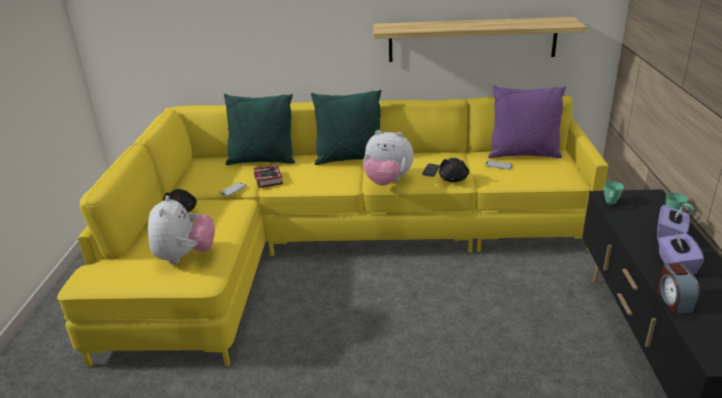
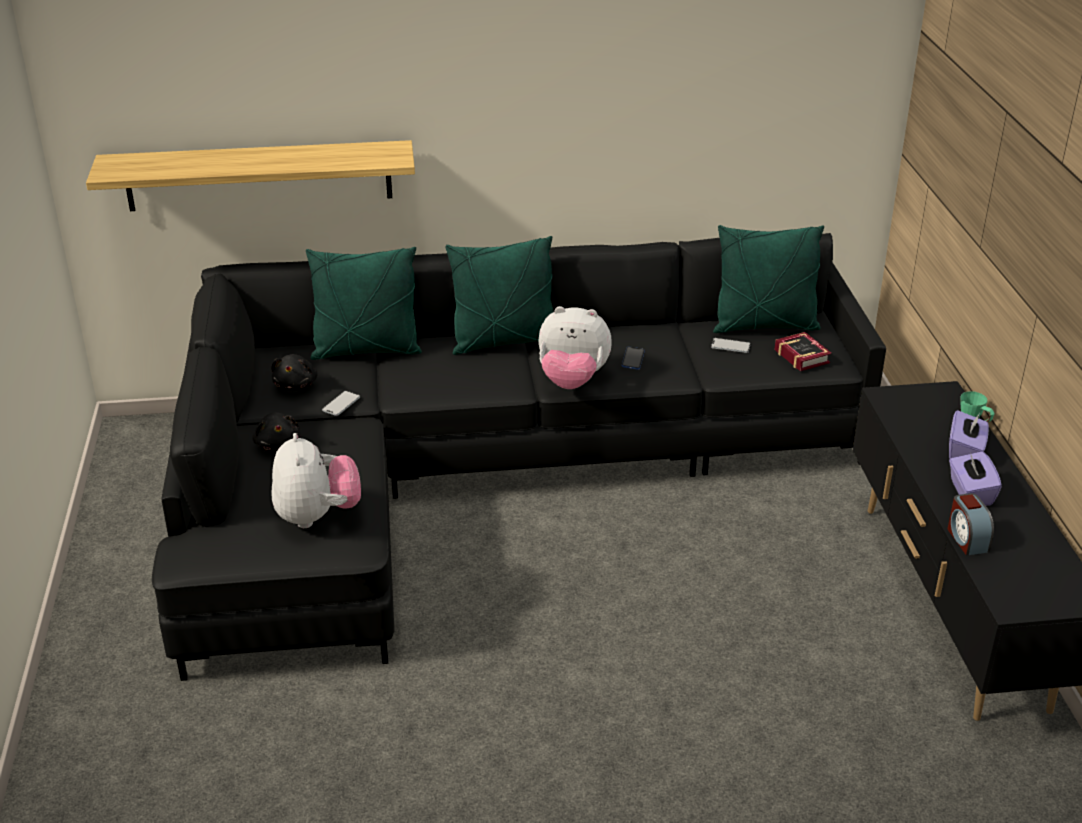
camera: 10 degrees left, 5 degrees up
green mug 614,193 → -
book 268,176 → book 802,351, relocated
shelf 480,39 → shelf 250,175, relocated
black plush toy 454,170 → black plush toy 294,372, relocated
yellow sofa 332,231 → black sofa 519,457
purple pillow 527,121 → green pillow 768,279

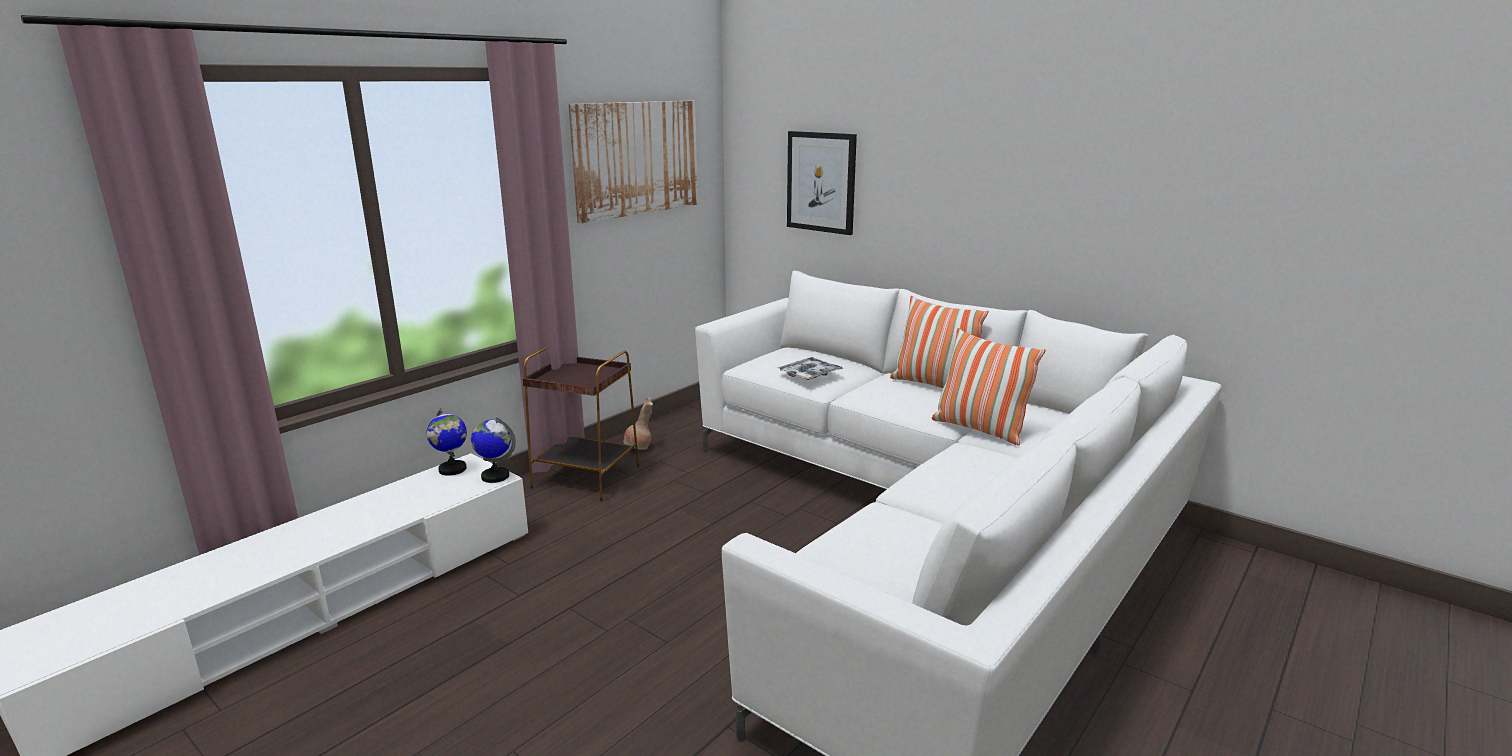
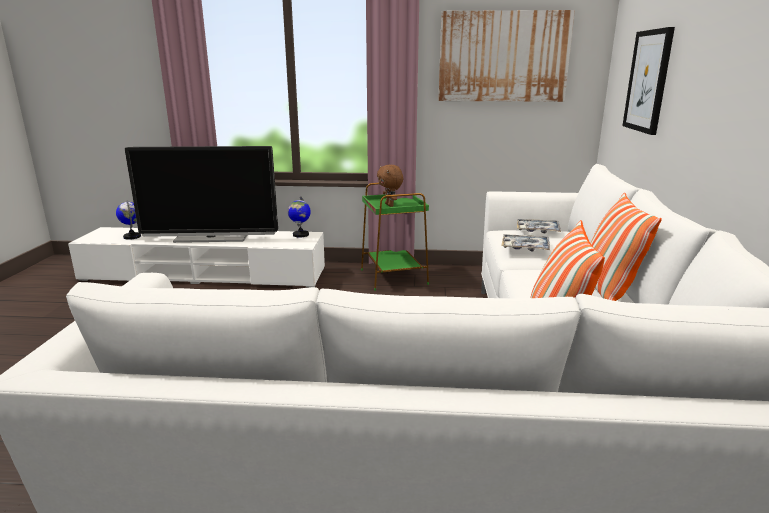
camera: 55 degrees right, 0 degrees up
brown vase 638,423 → -
- → television 201,194
- → brown plush toy 390,186
- → tray 539,226
globe 493,450 → globe 128,220, relocated
brown side table 581,424 → green side table 395,237

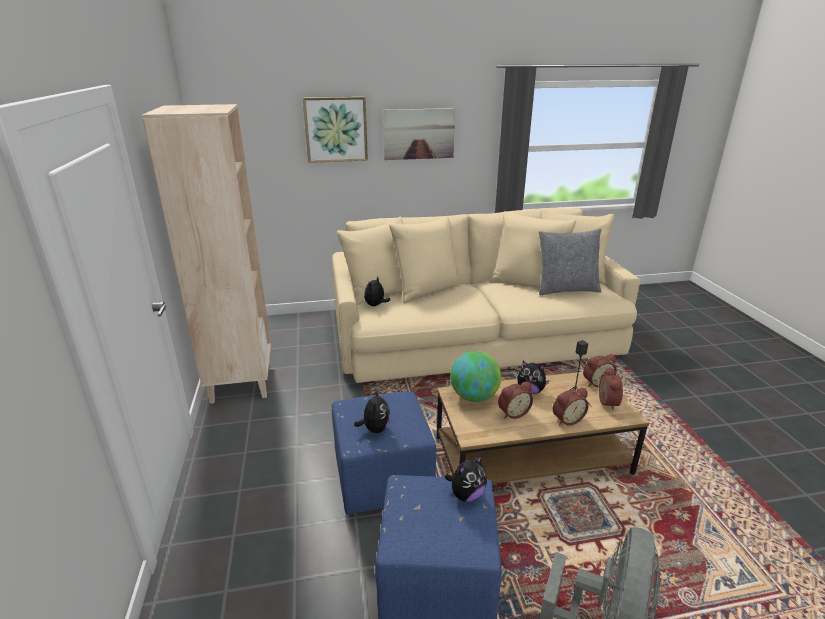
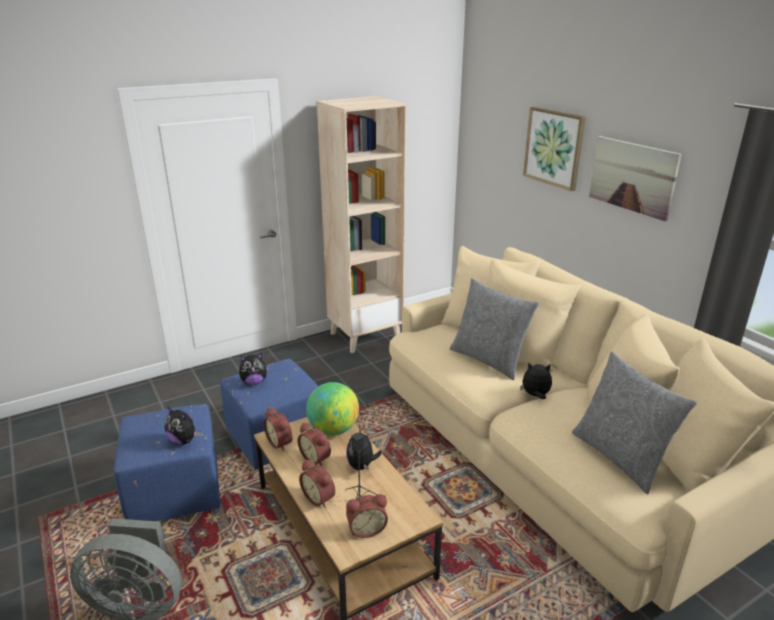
camera: 70 degrees right, 0 degrees up
- → grey pillow 494,329
plush toy 377,291 → plush toy 536,380, relocated
alarm clock 600,370 → alarm clock 278,429, relocated

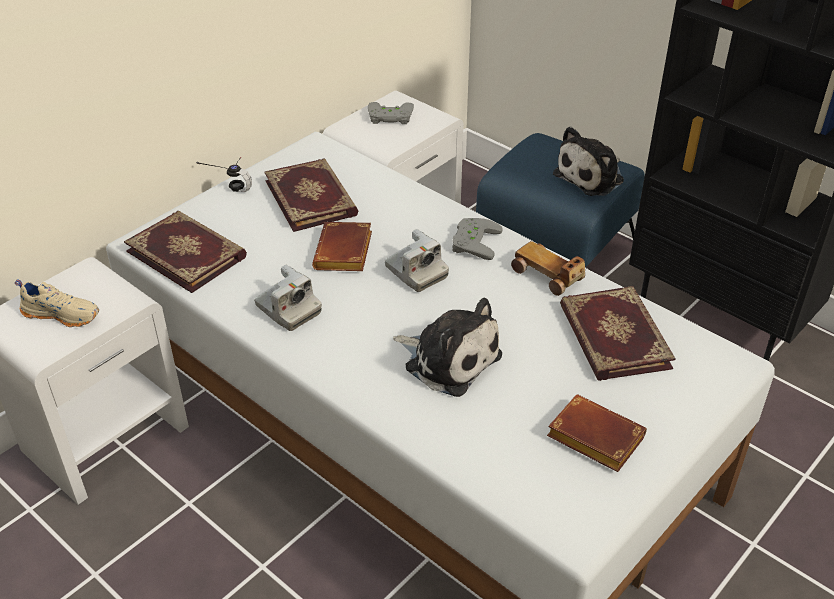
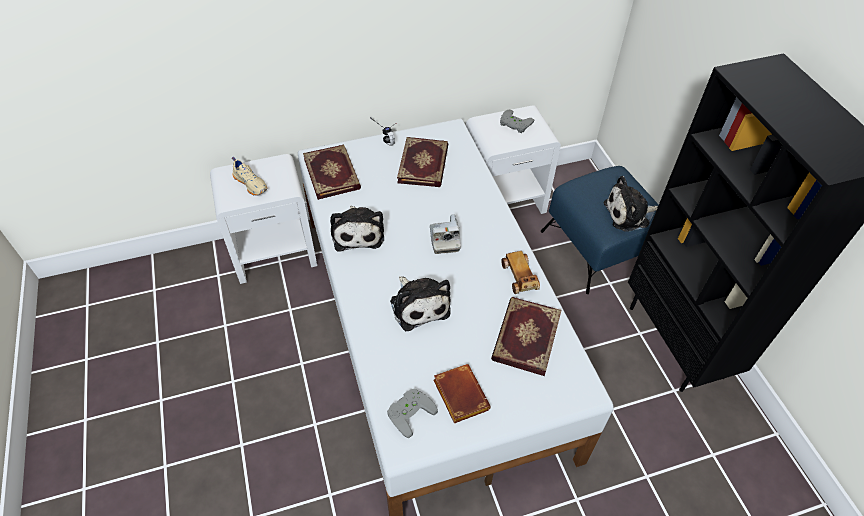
camera: 30 degrees right, 10 degrees up
brown book 342,246 → -
grey game controller 477,239 → grey game controller 412,413, relocated
photo camera 288,298 → plush toy 357,228

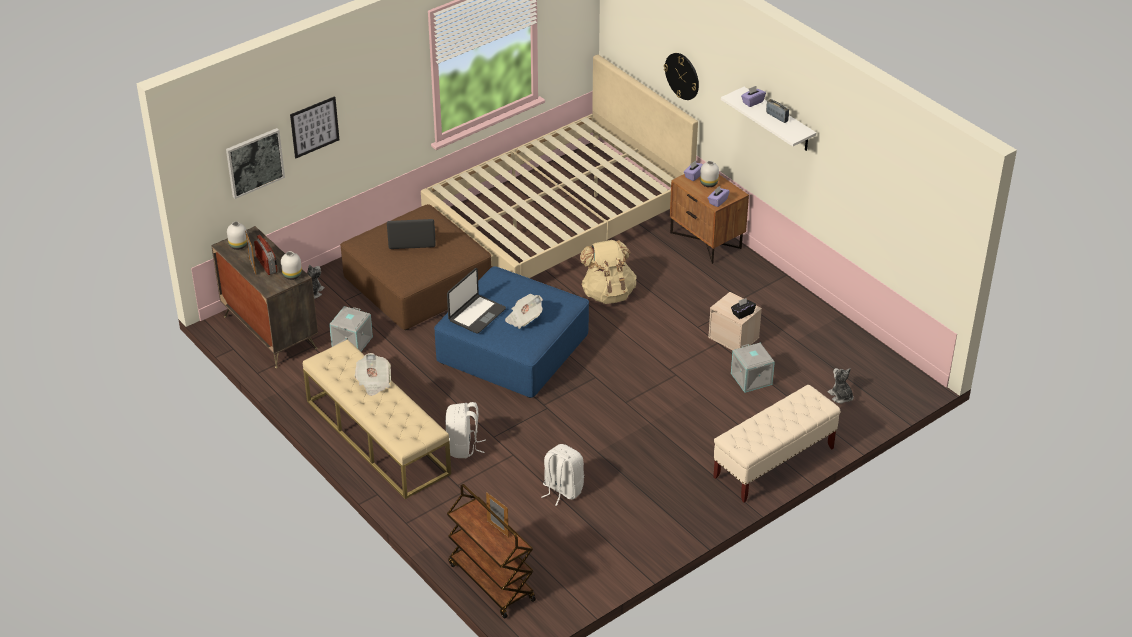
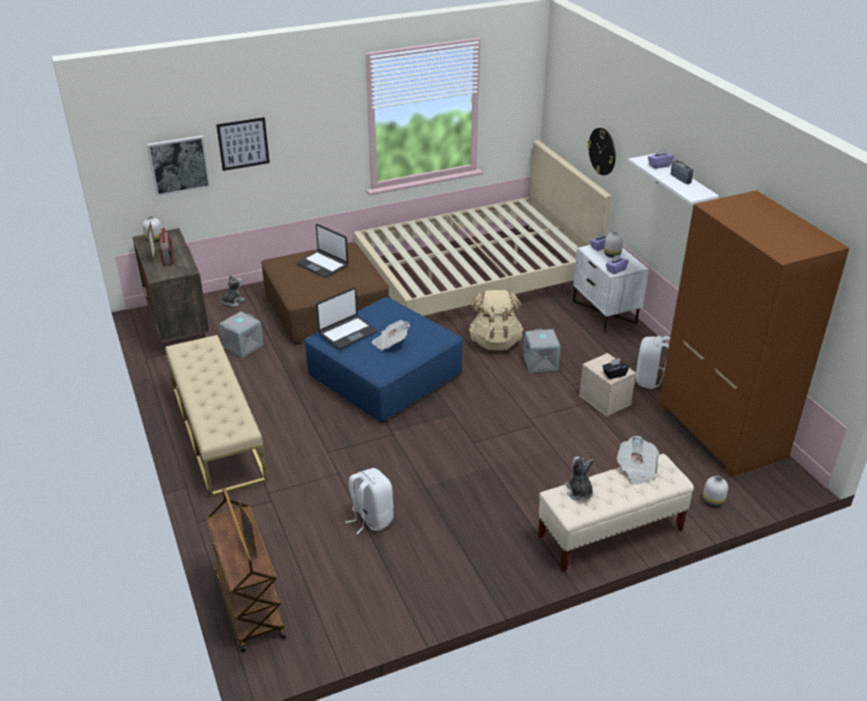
camera: 15 degrees right, 5 degrees down
- → brown wardrobe 754,333
white vase 291,265 → white vase 715,491, relocated
newspaper 372,374 → newspaper 637,460, relocated
white backpack 465,430 → white backpack 653,362, relocated
grey storage box 753,368 → grey storage box 542,350, relocated
plush toy 841,385 → plush toy 579,478, relocated
brown nightstand 709,219 → white nightstand 611,288
laptop 411,234 → laptop 322,251, 150 degrees counterclockwise

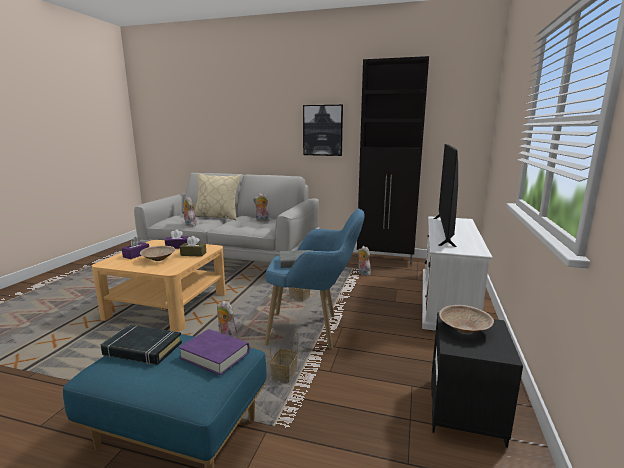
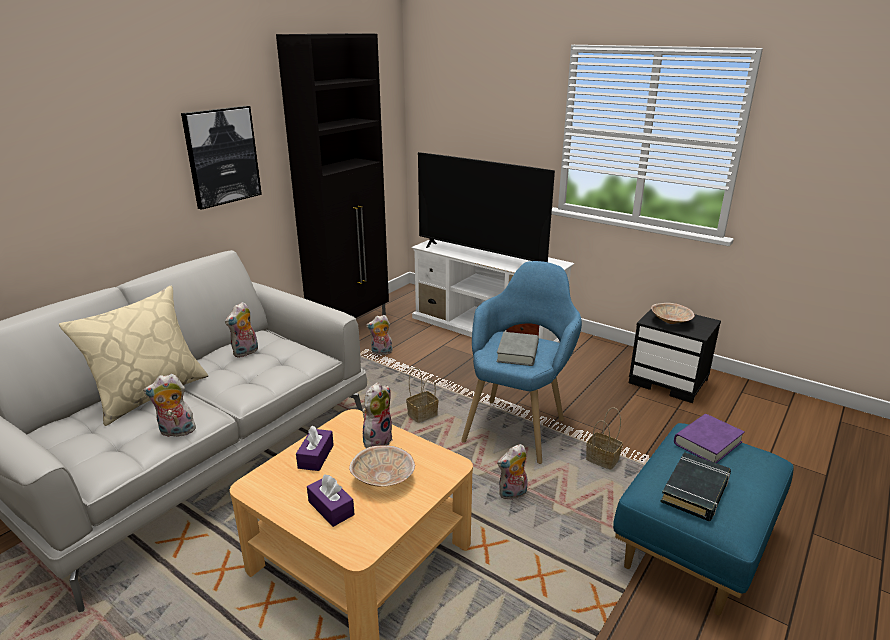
camera: 70 degrees left, 10 degrees up
brown tissue box 193,246 → plush toy 377,415

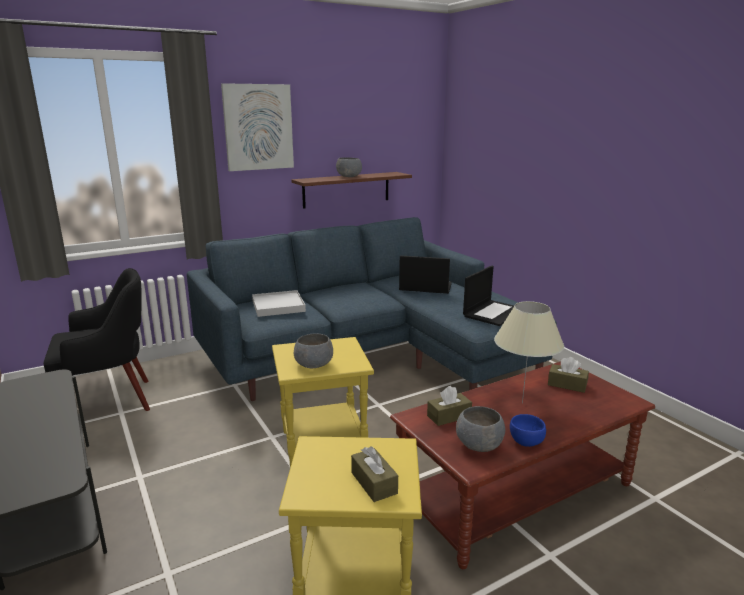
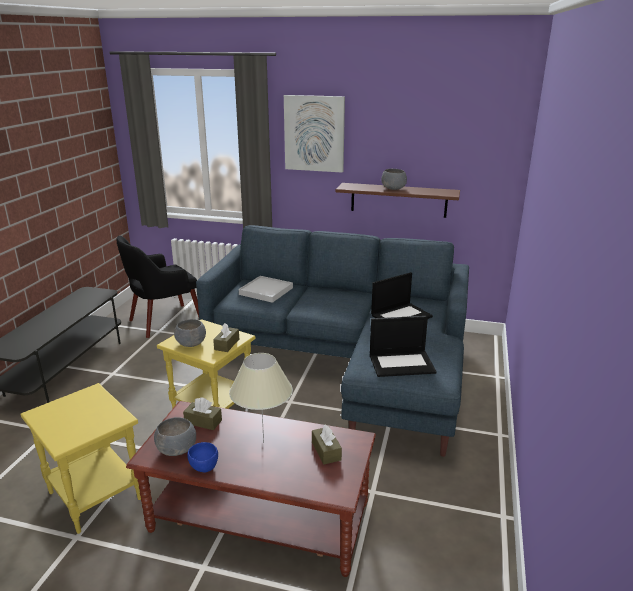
camera: 45 degrees right, 5 degrees up
brown tissue box 374,474 → brown tissue box 226,337, relocated
black armchair 96,339 → black armchair 157,287, 120 degrees clockwise
laptop 425,275 → laptop 402,295, 90 degrees clockwise

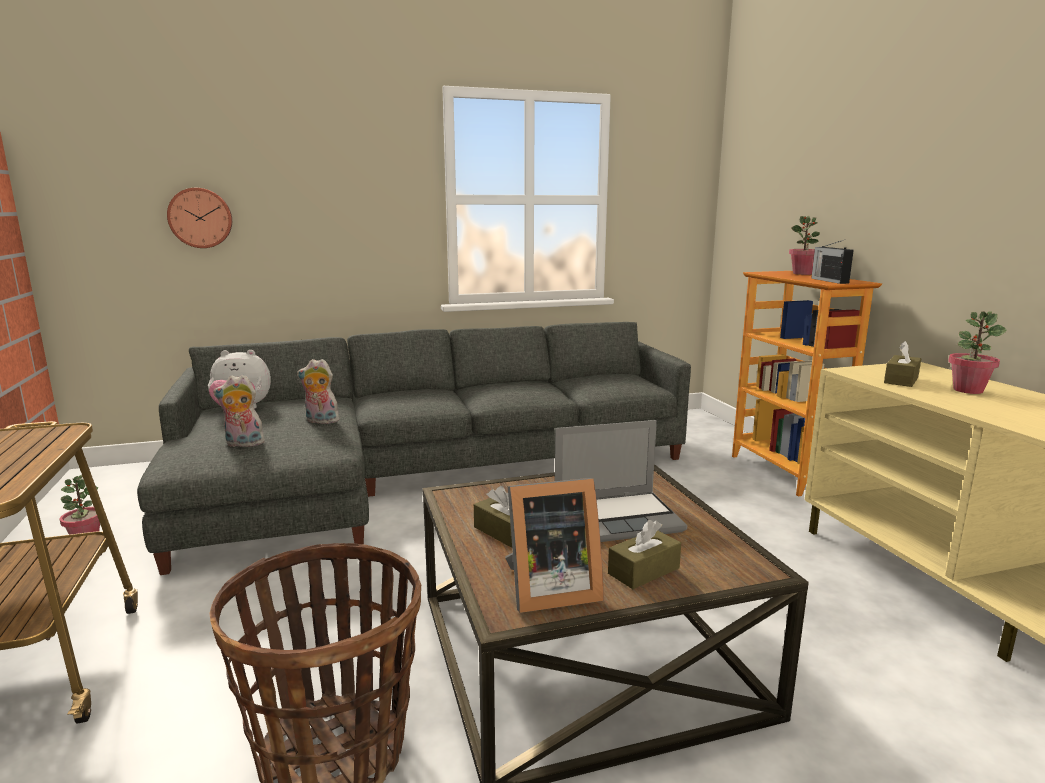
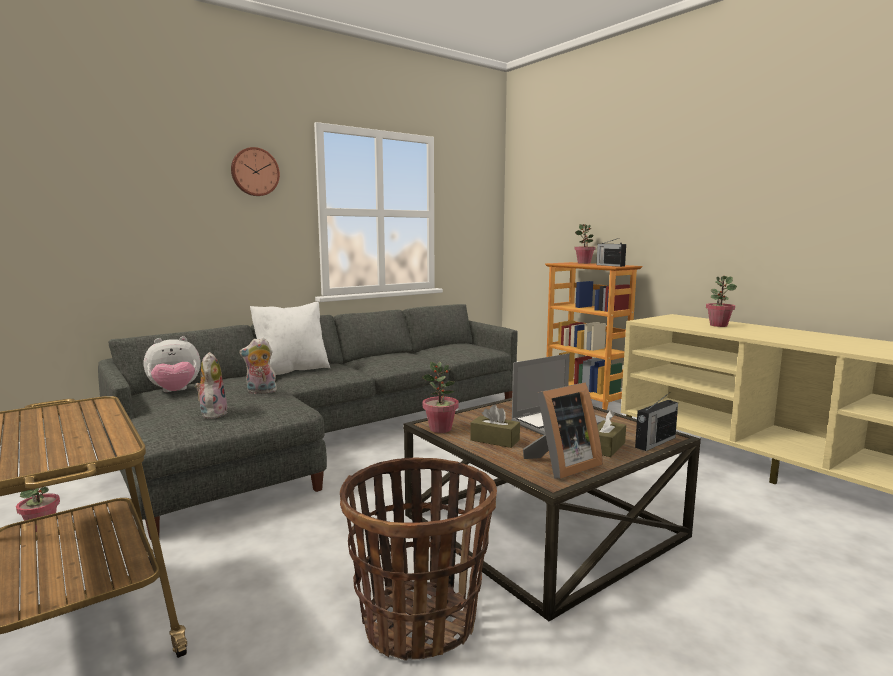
camera: 20 degrees left, 5 degrees down
brown tissue box 902,364 → -
- → white pillow 290,338
- → potted plant 440,397
- → radio 656,422
wall clock 199,218 → wall clock 255,171, relocated
plush toy 239,411 → plush toy 211,385, 105 degrees clockwise

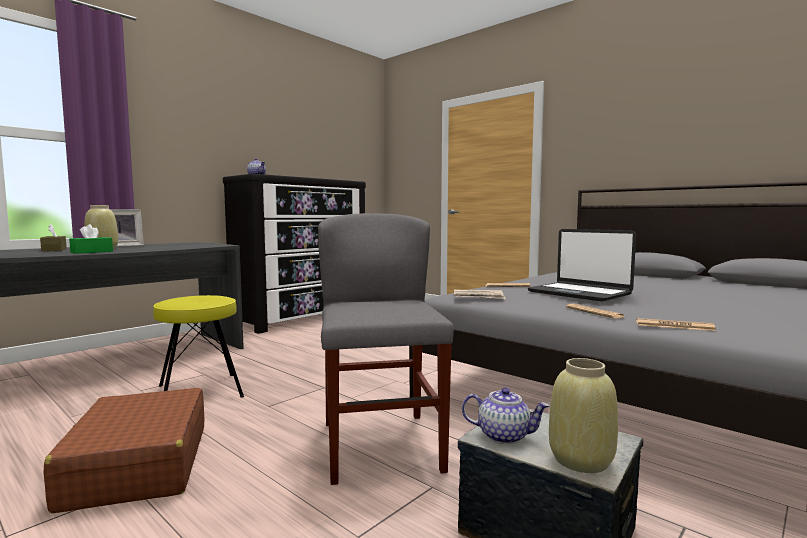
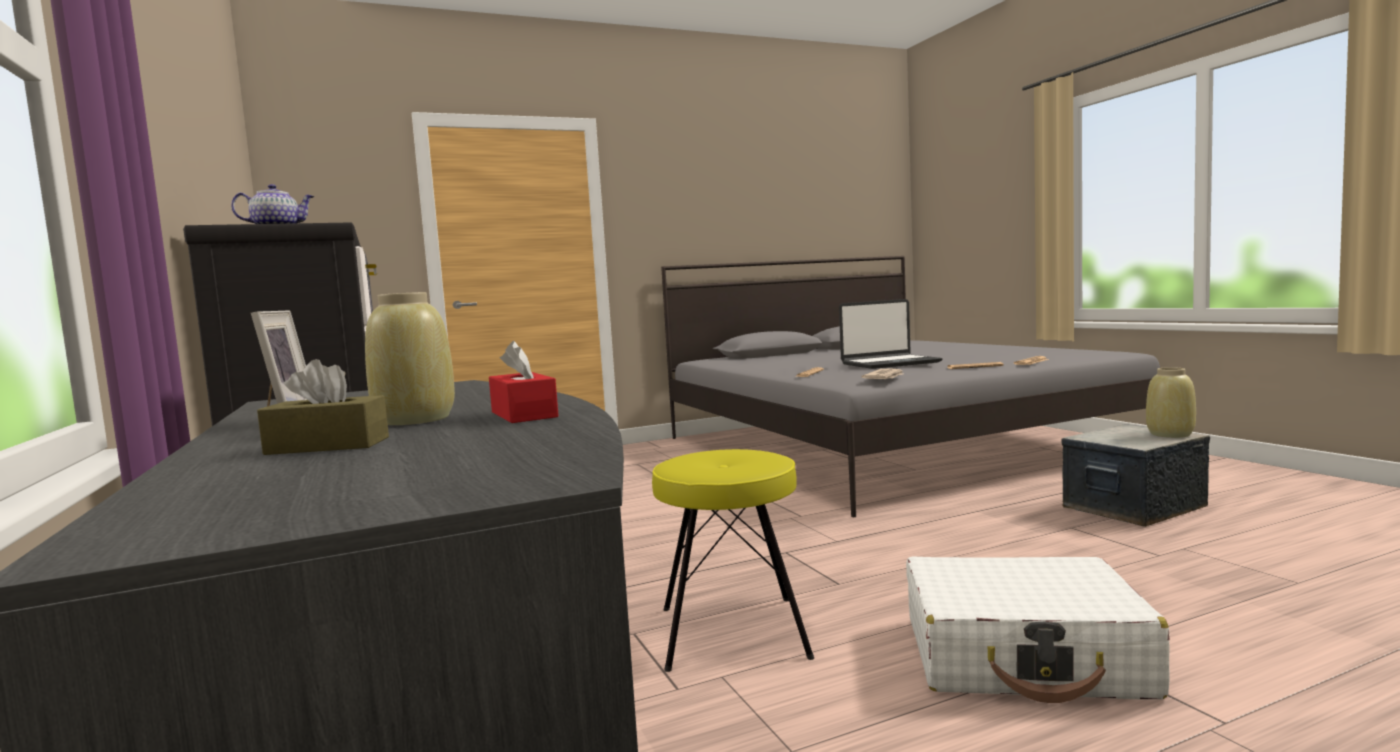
camera: 65 degrees left, 0 degrees up
grey chair 386,349 → -
teapot 506,415 → -
brown suitcase 123,450 → white suitcase 1038,629
green tissue box 91,239 → red tissue box 524,382

